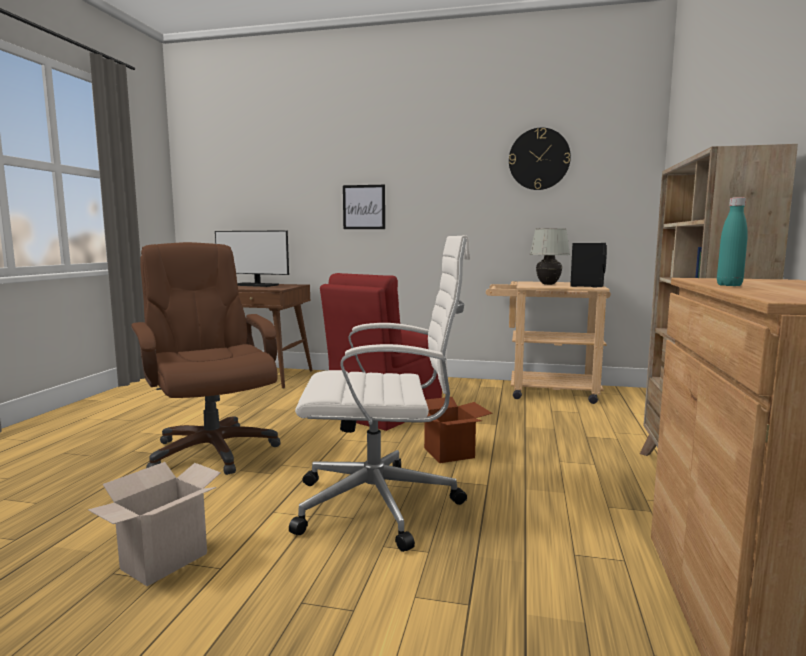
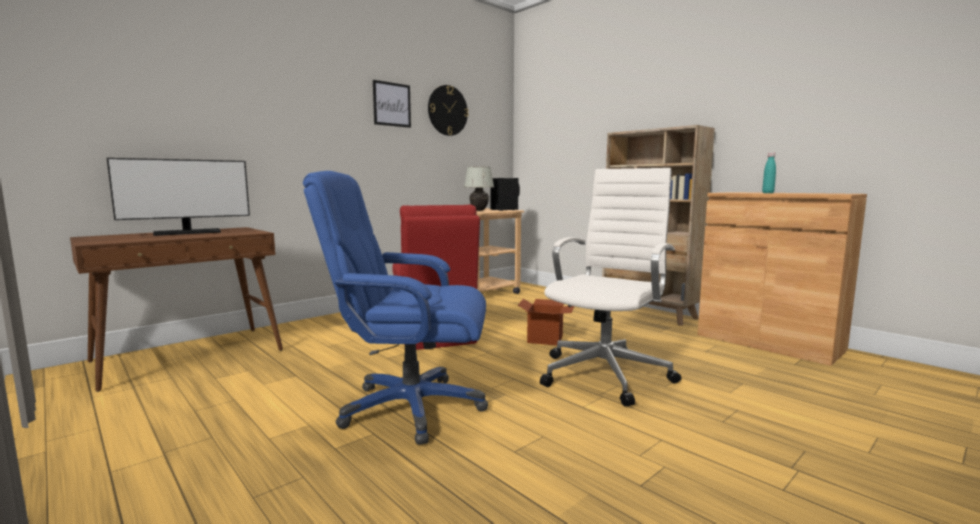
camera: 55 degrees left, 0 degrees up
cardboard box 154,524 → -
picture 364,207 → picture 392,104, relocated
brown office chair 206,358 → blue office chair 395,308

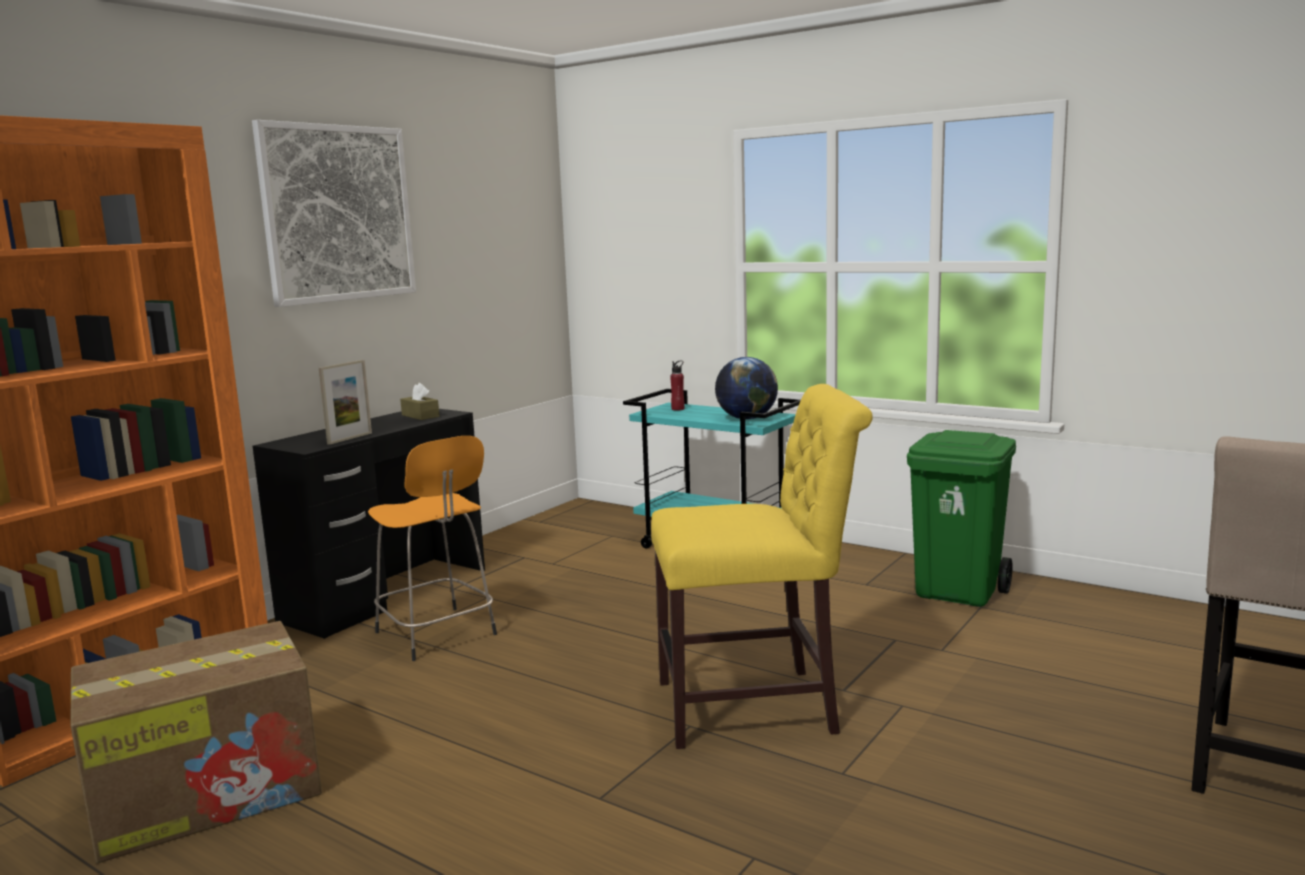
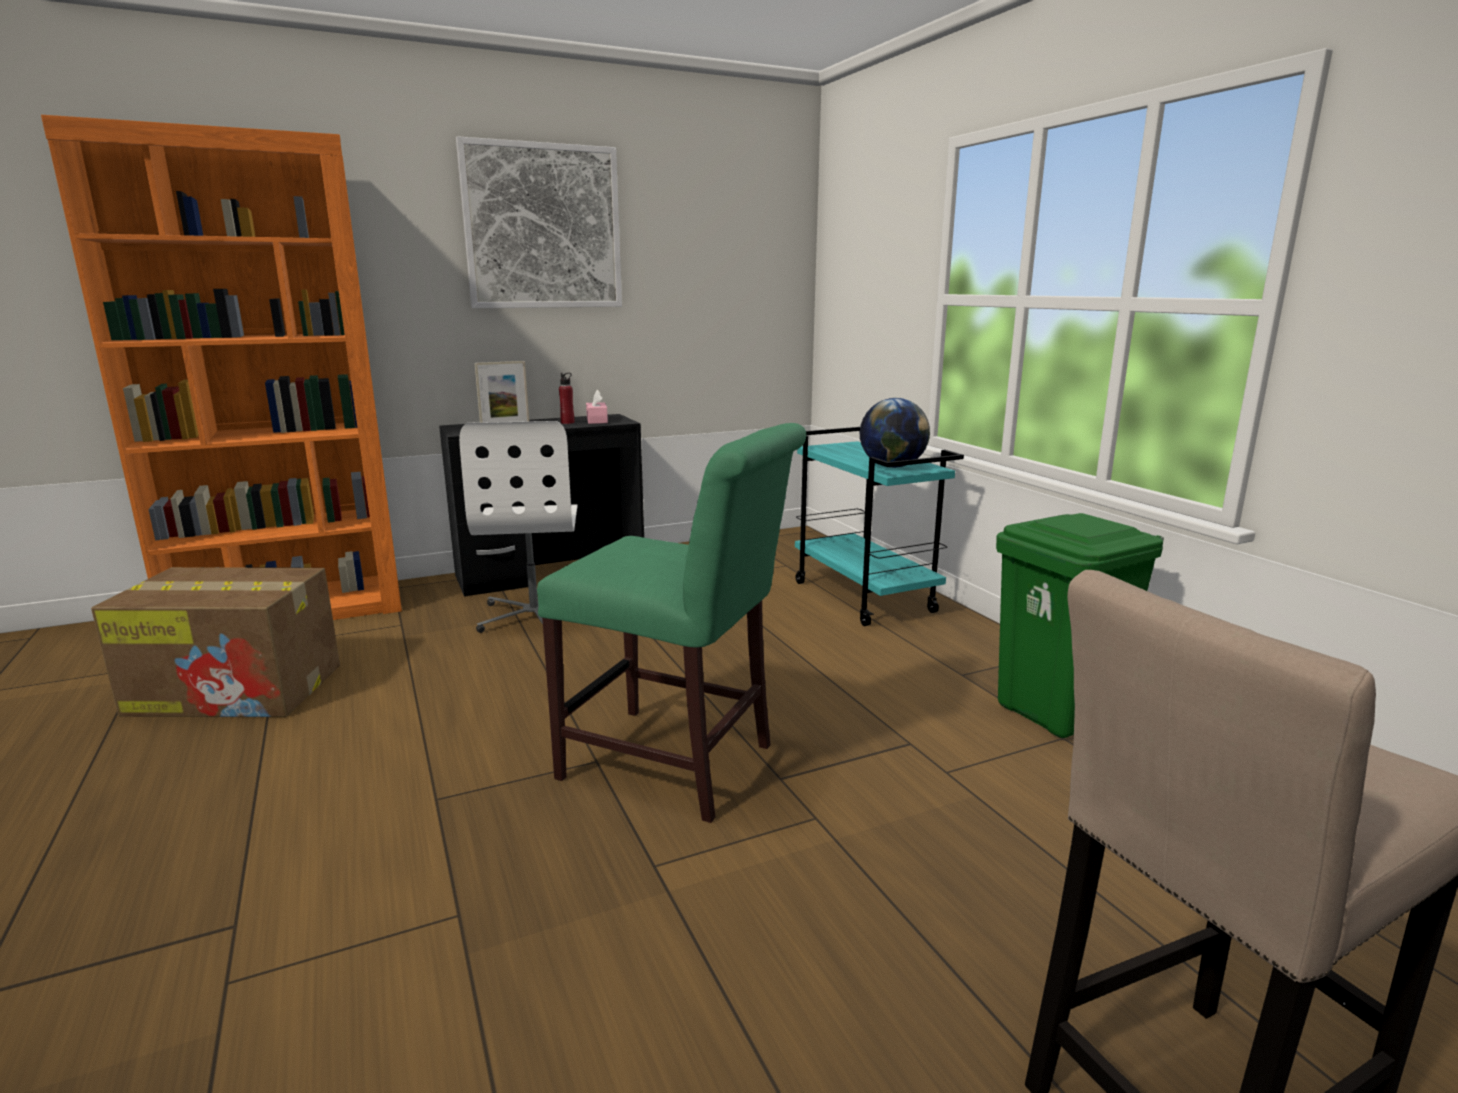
camera: 30 degrees right, 5 degrees up
red bottle 677,385 → red bottle 566,398, relocated
orange stool 432,548 → white office chair 518,527
brown tissue box 419,401 → pink tissue box 597,407
yellow chair 762,566 → green chair 671,623

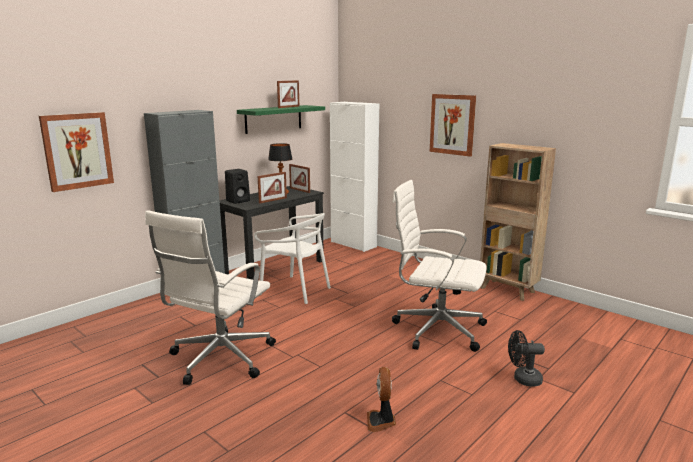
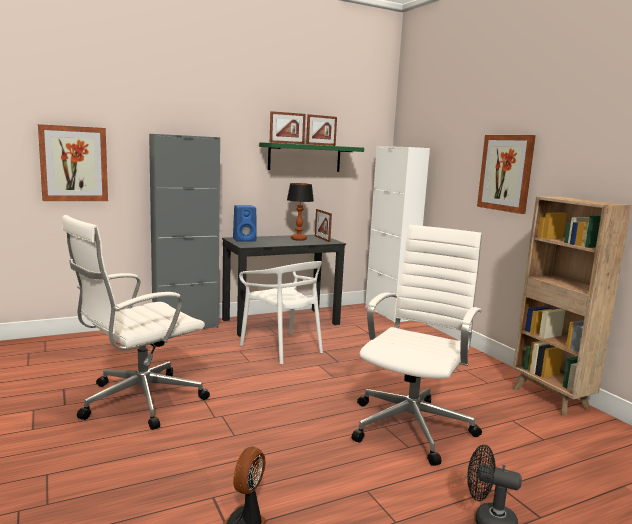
camera: 20 degrees right, 5 degrees down
picture frame 272,187 → picture frame 288,127, relocated
black speaker 237,186 → blue speaker 245,223
white office chair 439,266 → white office chair 417,345, 75 degrees clockwise

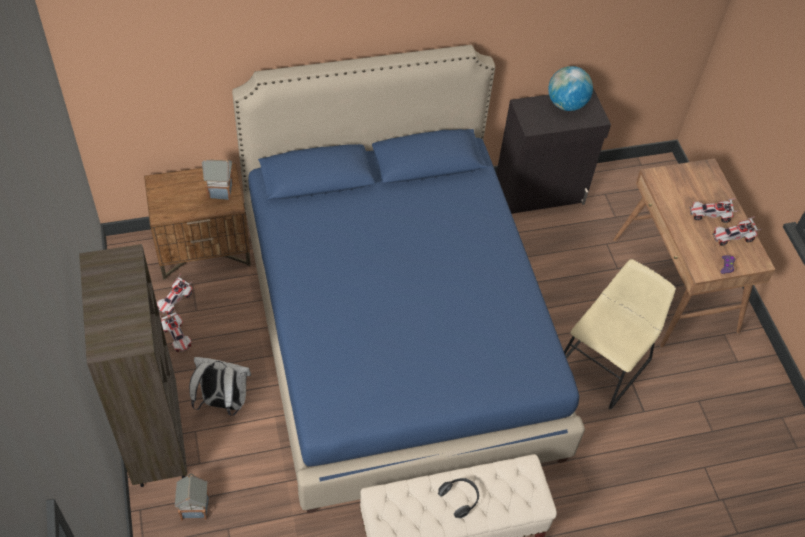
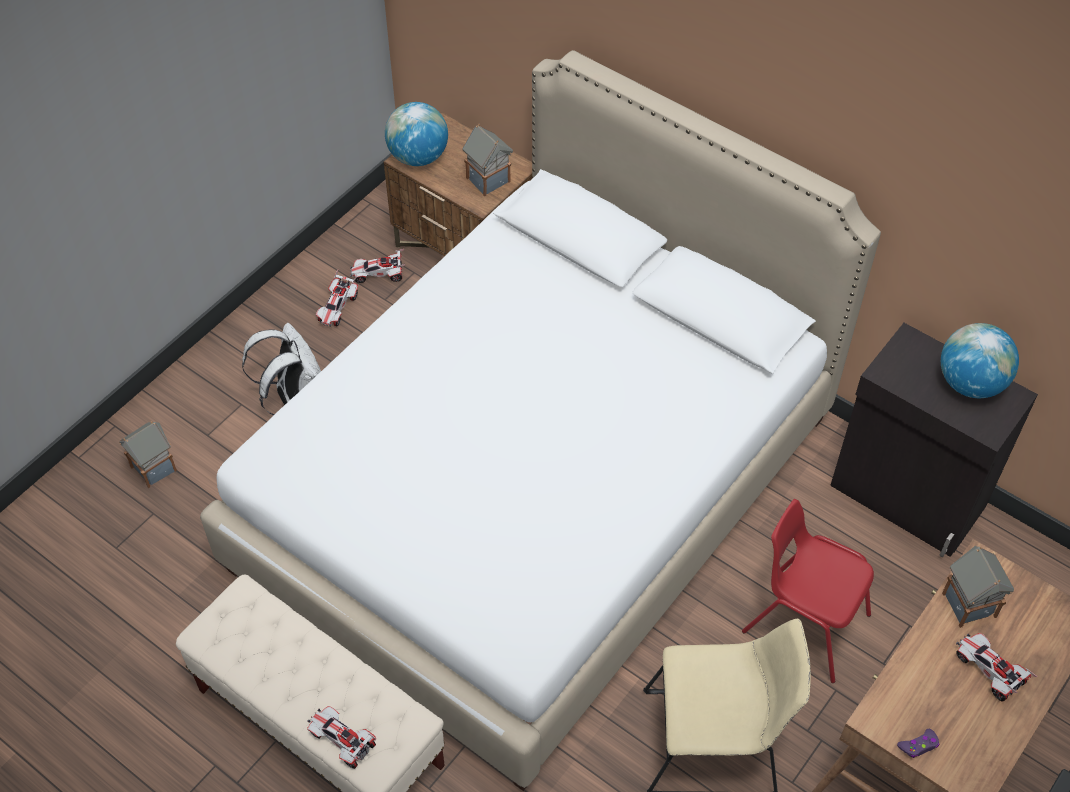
camera: 55 degrees right, 0 degrees up
brown bookcase 133,365 → -
headphones 458,498 → -
- → globe 416,134
- → red chair 808,591
- → toy house 978,587
toy car 736,231 → toy car 342,737, relocated
blue bed 408,279 → white bed 540,420

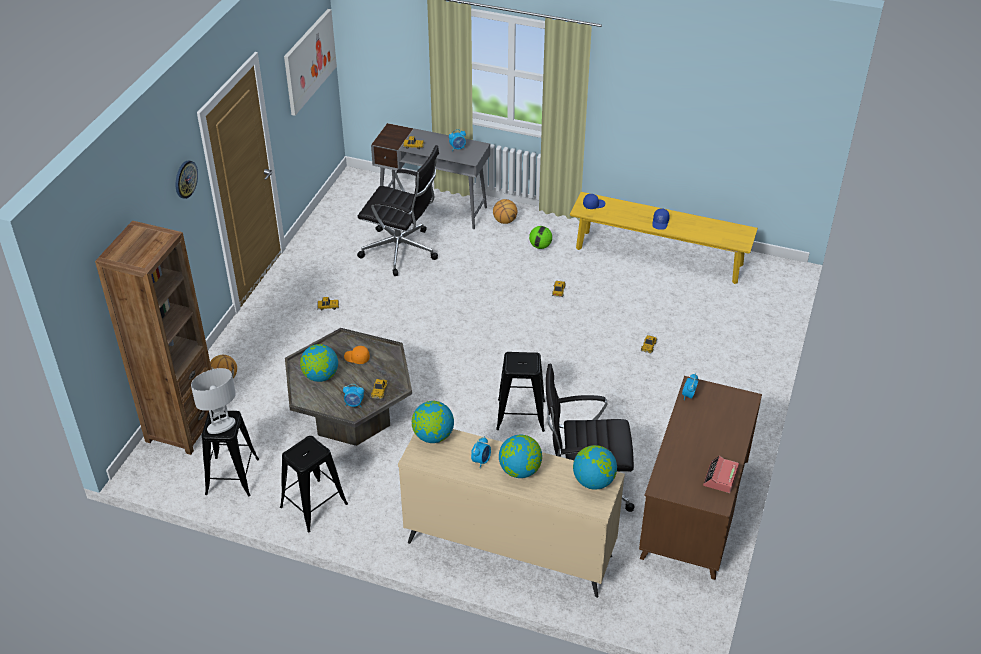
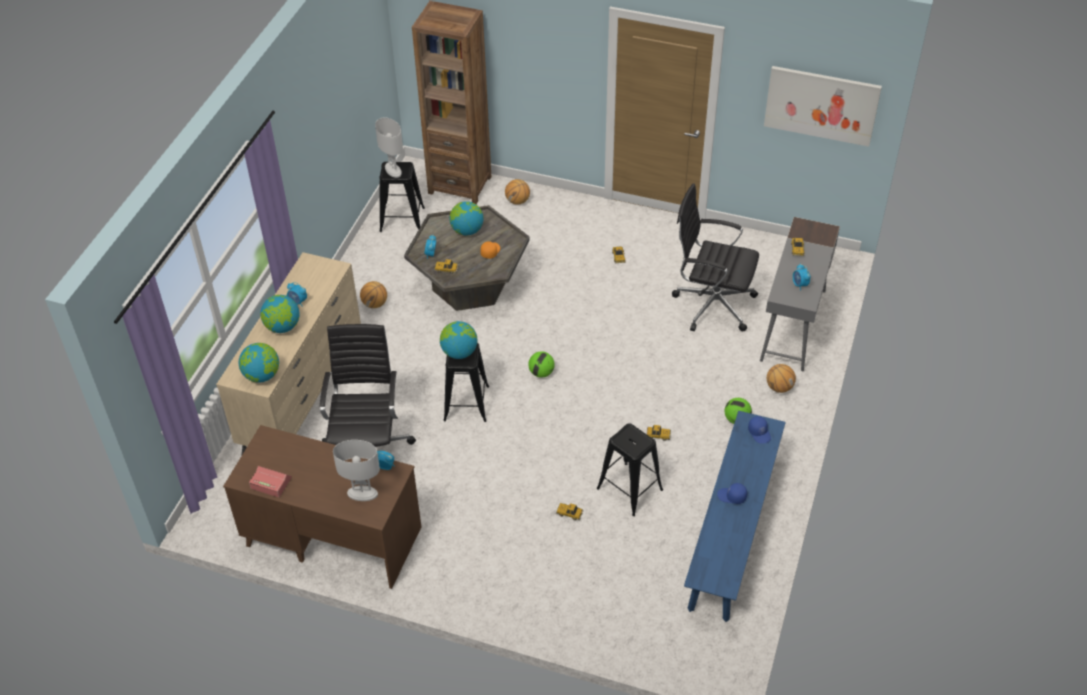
camera: 90 degrees right, 5 degrees up
wall clock 187,180 → -
- → white table lamp 356,470
- → basketball 373,294
- → football 541,364
black stool 314,484 → black stool 630,469, relocated
globe 433,422 → globe 459,340, relocated
yellow bench 664,238 → blue bench 735,516
black office chair 398,210 → black office chair 715,257, 90 degrees clockwise

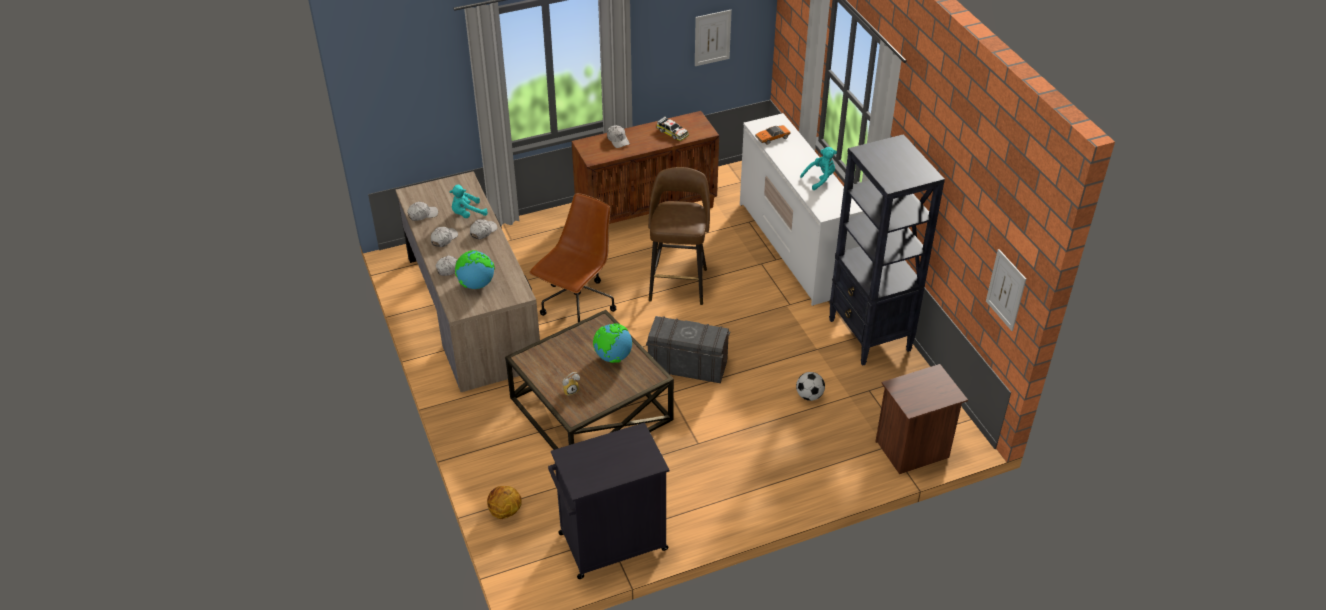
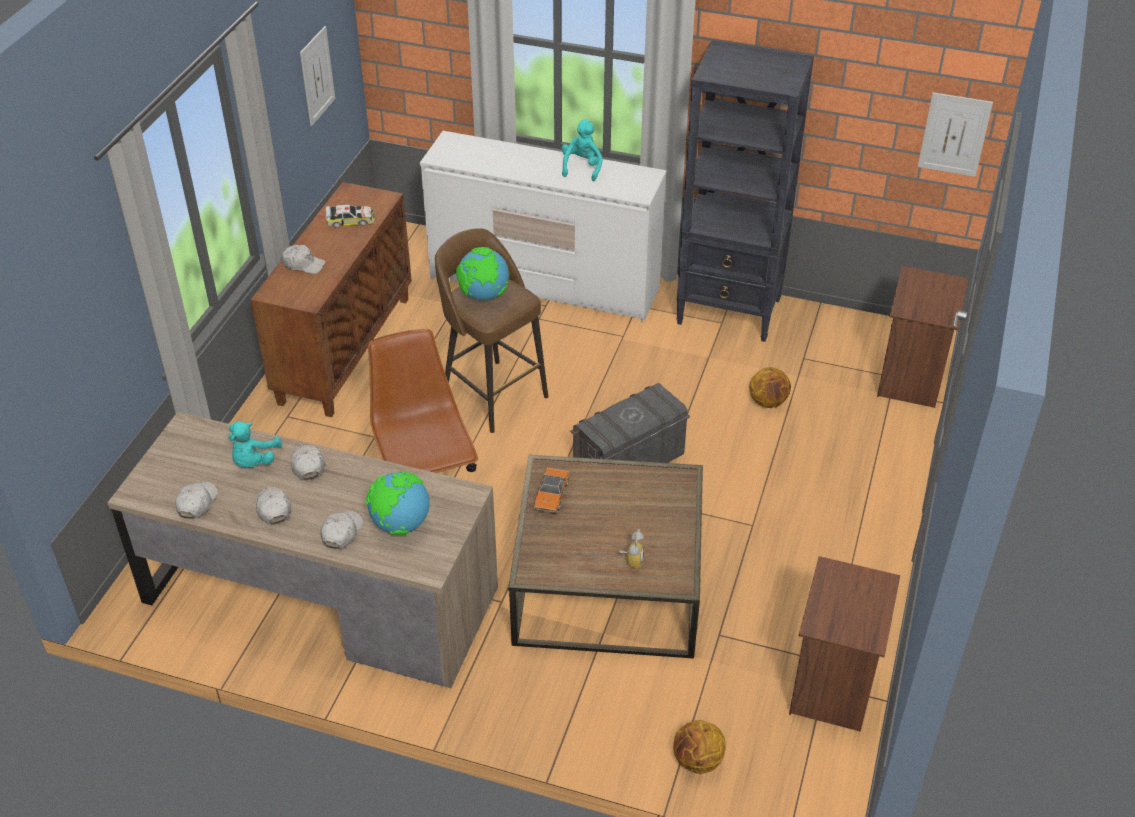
camera: 50 degrees left, 0 degrees up
globe 612,343 → globe 482,273, relocated
toy car 773,135 → toy car 551,491, relocated
black cabinet 609,500 → brown nightstand 844,644
football 810,386 → basketball 770,387

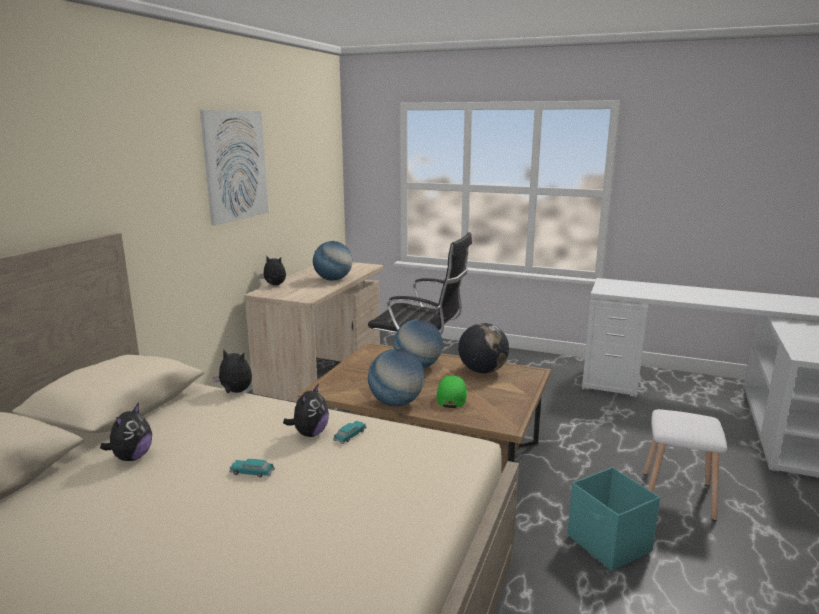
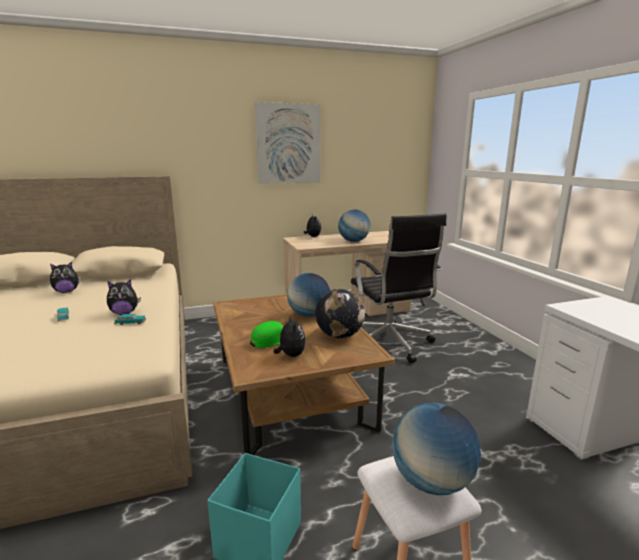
camera: 50 degrees right, 0 degrees up
plush toy 232,371 → plush toy 289,336, relocated
globe 396,377 → globe 436,449, relocated

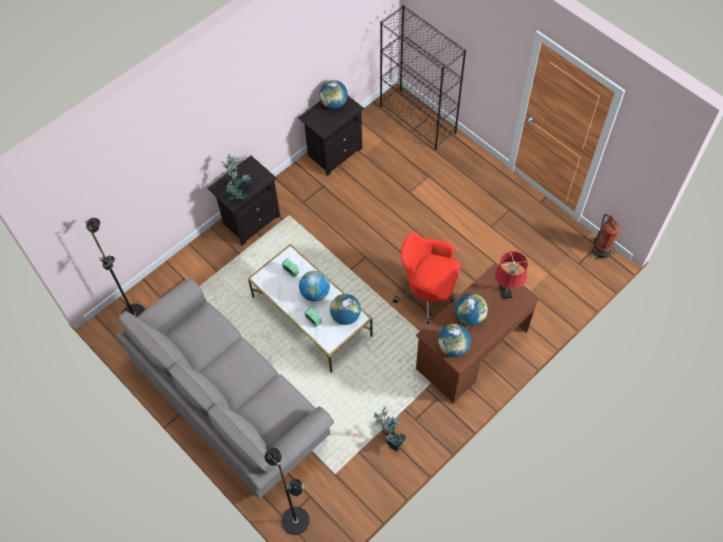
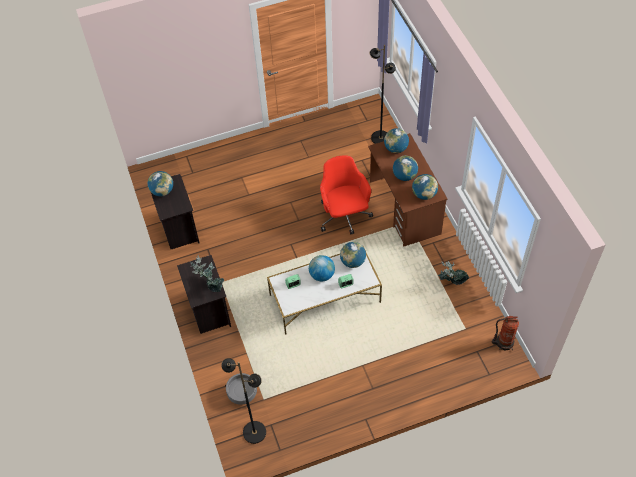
camera: 65 degrees left, 5 degrees down
grey sofa 225,388 → -
black bookcase 423,77 → -
- → grey planter 241,389
black floor lamp 287,491 → black floor lamp 383,94, relocated
fire extinguisher 605,236 → fire extinguisher 505,333, relocated
red table lamp 511,275 → globe 396,140
red office chair 426,278 → red office chair 346,194, 120 degrees clockwise

